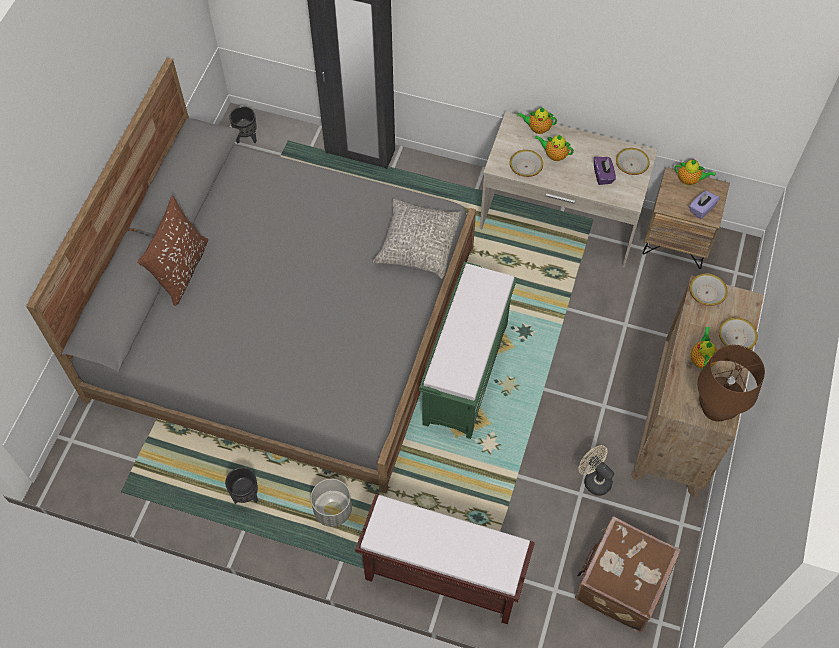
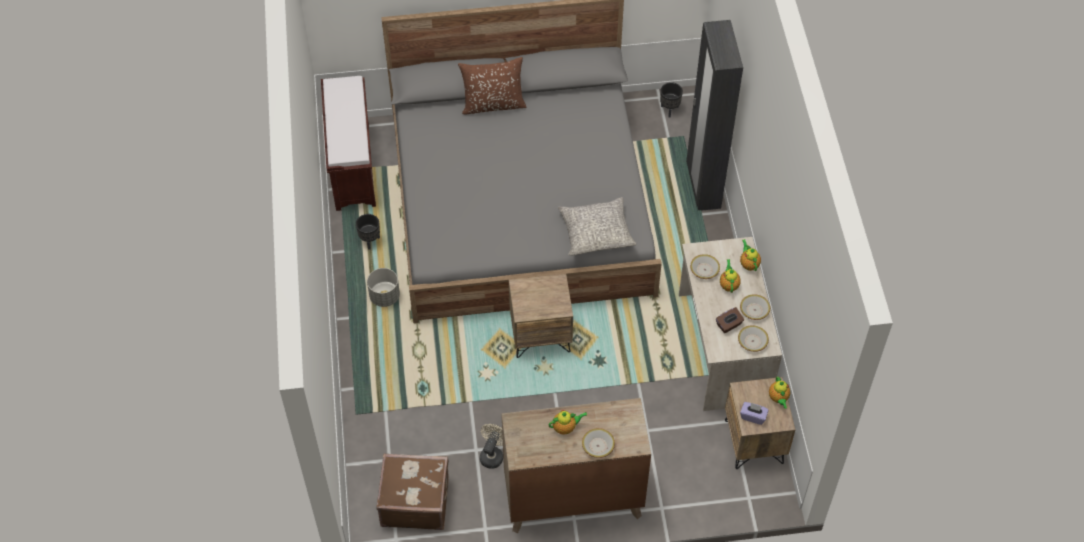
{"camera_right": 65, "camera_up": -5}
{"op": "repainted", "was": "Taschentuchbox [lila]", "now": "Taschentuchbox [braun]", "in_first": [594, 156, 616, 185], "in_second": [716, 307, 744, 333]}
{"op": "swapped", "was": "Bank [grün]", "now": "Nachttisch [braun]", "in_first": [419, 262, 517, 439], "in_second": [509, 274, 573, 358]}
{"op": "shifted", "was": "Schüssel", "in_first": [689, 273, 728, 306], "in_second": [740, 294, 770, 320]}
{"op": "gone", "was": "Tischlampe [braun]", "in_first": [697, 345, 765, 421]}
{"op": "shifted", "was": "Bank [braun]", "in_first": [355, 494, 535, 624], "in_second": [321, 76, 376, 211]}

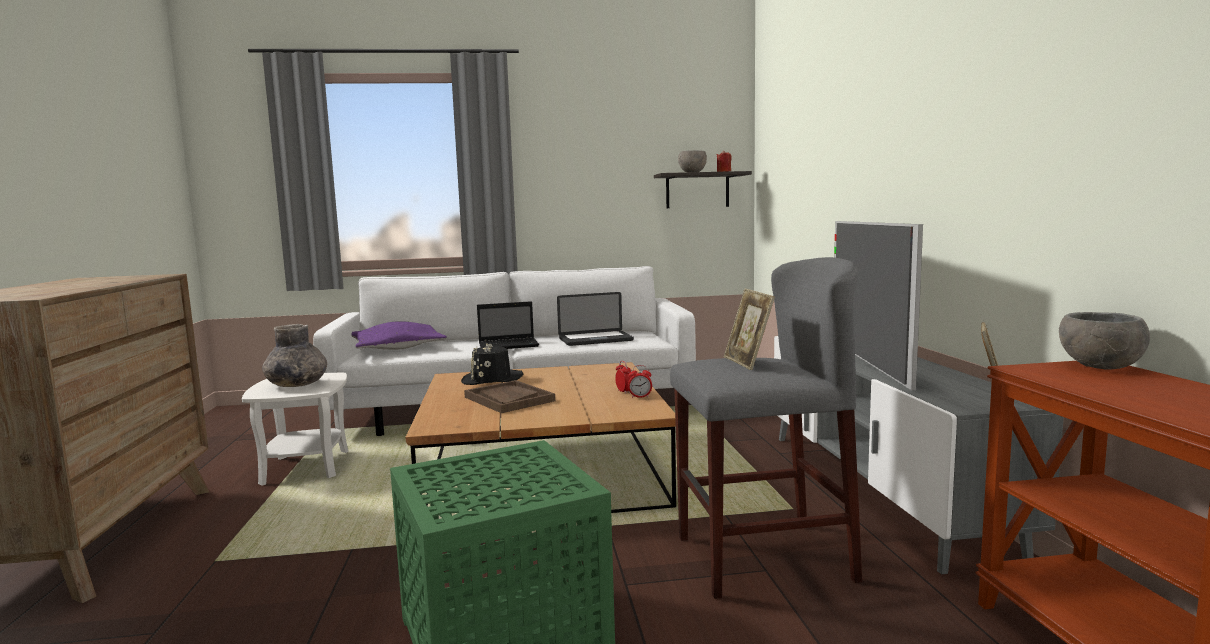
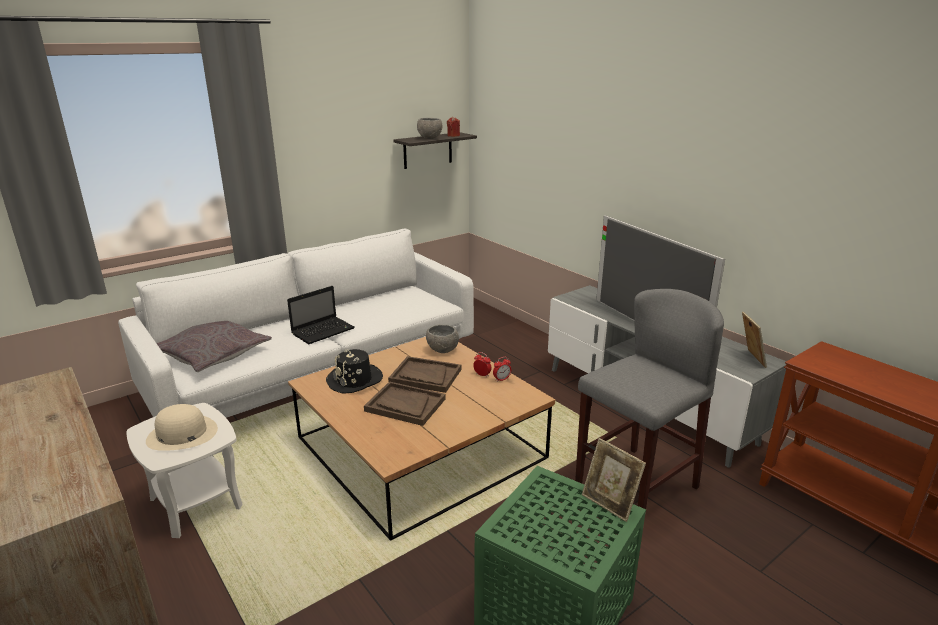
{"camera_right": -30, "camera_up": 15}
{"op": "shifted", "was": "Bilderrahmen", "in_first": [724, 289, 775, 370], "in_second": [582, 438, 646, 522]}
{"op": "gone", "was": "Laptop", "in_first": [557, 292, 634, 346]}
{"op": "shifted", "was": "Schüssel [grau]", "in_first": [1059, 312, 1150, 369], "in_second": [426, 325, 459, 353]}
{"op": "repainted", "was": "Kissen [lila]", "now": "Kissen [grau]", "in_first": [351, 321, 447, 350], "in_second": [157, 321, 272, 372]}
{"op": "swapped", "was": "Vase [grau]", "now": "Hut [beige]", "in_first": [262, 324, 327, 387], "in_second": [146, 404, 218, 451]}
{"op": "new", "now": "Tablett [braun]", "in_second": [388, 356, 461, 393]}

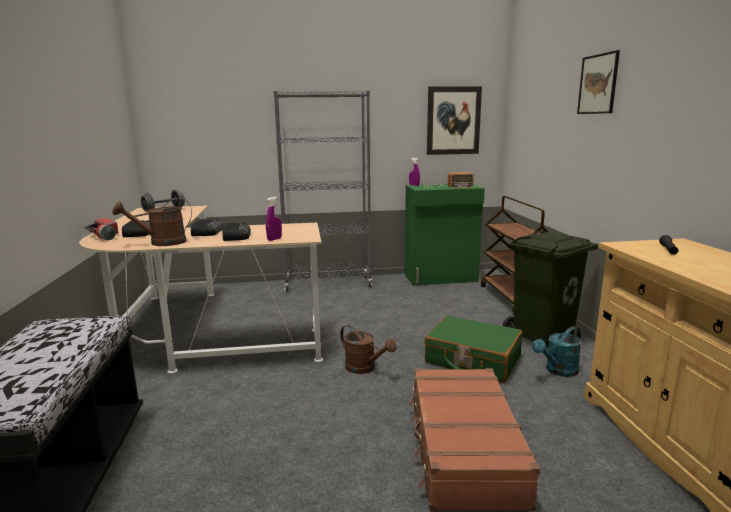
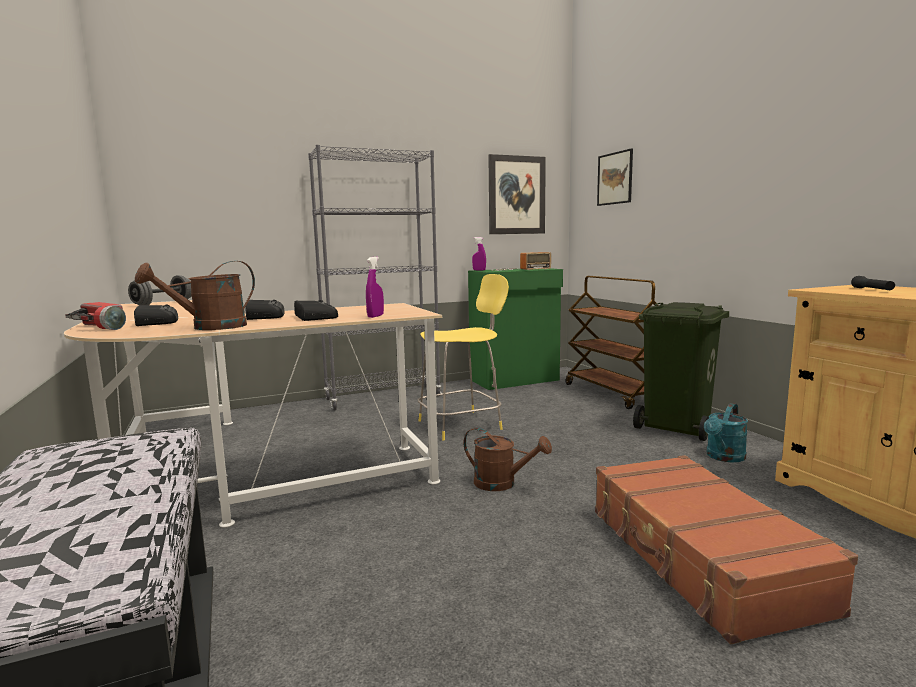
{"camera_right": -15, "camera_up": -5}
{"op": "shifted", "was": "Bild", "in_first": [577, 50, 620, 114], "in_second": [597, 148, 633, 206]}
{"op": "gone", "was": "Koffer [grün]", "in_first": [424, 315, 523, 383]}
{"op": "new", "now": "Hocker [gelb]", "in_second": [418, 274, 509, 441]}

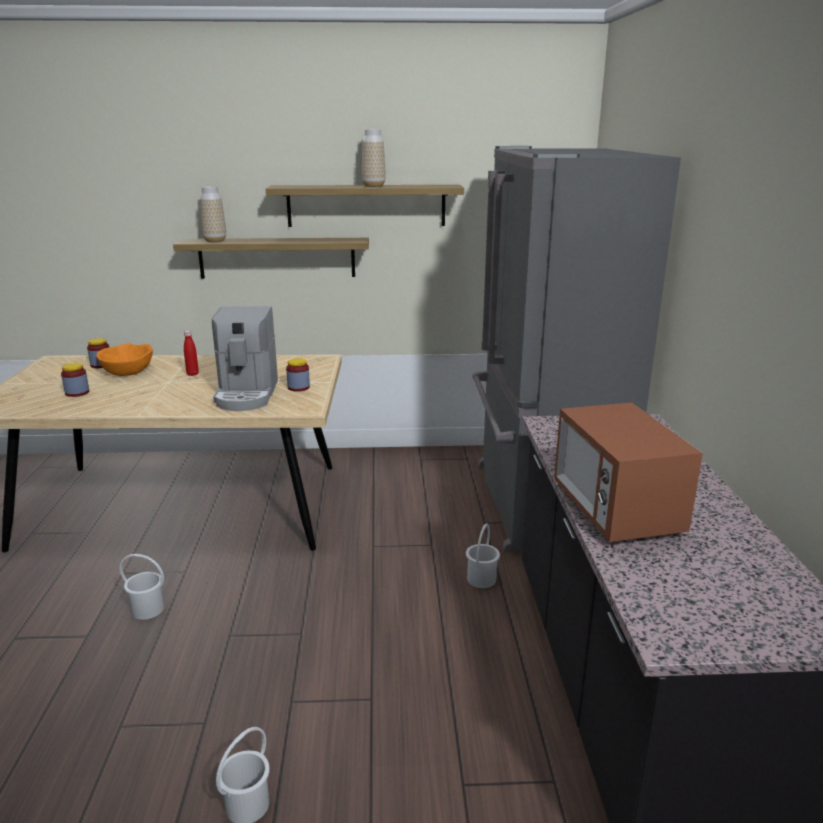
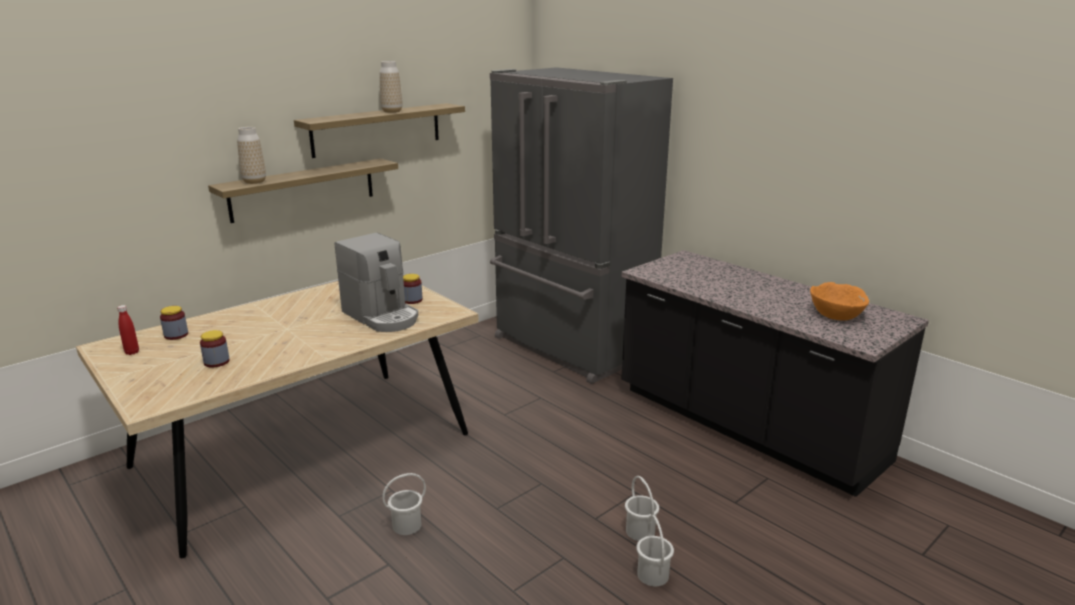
{"camera_right": -40, "camera_up": 0}
{"op": "shifted", "was": "Flasche [rot]", "in_first": [184, 331, 199, 376], "in_second": [117, 305, 139, 355]}
{"op": "shifted", "was": "Schüssel [orange]", "in_first": [97, 343, 153, 376], "in_second": [810, 282, 869, 320]}
{"op": "gone", "was": "Mikrowelle", "in_first": [554, 402, 703, 542]}
{"op": "shifted", "was": "Eimer [weiß]", "in_first": [466, 523, 500, 588], "in_second": [625, 476, 659, 541]}

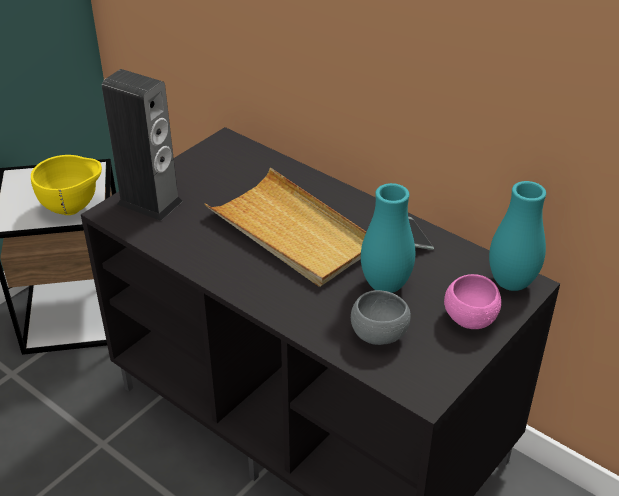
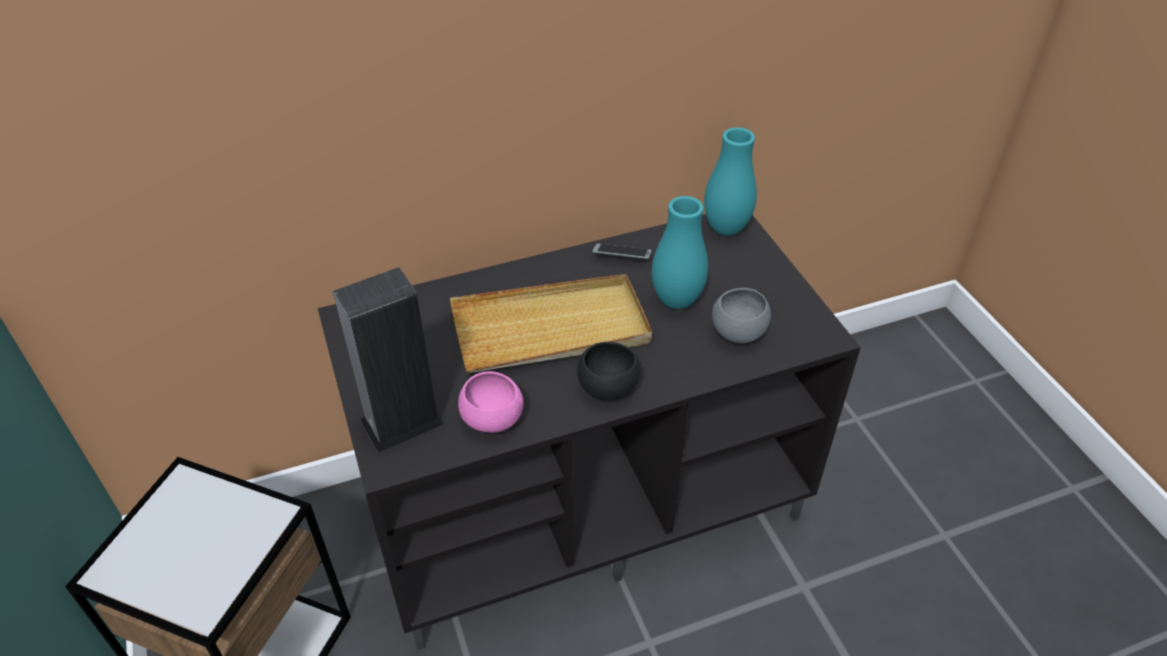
{"camera_right": -60, "camera_up": 5}
{"op": "gone", "was": "Schüssel [gelb]", "in_first": [31, 155, 102, 215]}
{"op": "shifted", "was": "Schüssel [rosa]", "in_first": [444, 274, 501, 329], "in_second": [458, 371, 523, 433]}
{"op": "new", "now": "Schüssel [schwarz]", "in_second": [577, 342, 641, 400]}

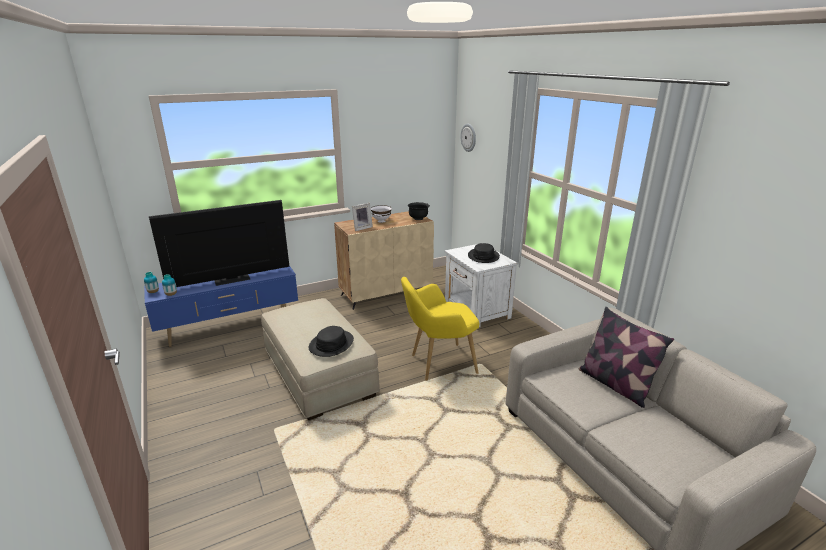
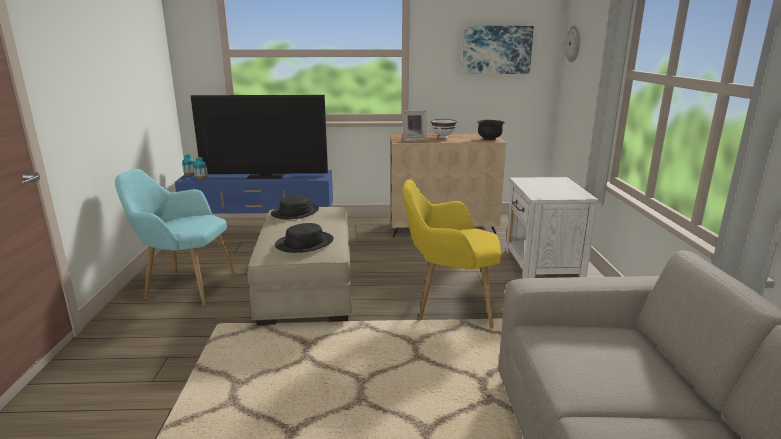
{"camera_right": 25, "camera_up": -5}
{"op": "shifted", "was": "Hut [schwarz]", "in_first": [468, 243, 500, 263], "in_second": [271, 195, 319, 220]}
{"op": "gone", "was": "Kissen", "in_first": [579, 307, 674, 408]}
{"op": "new", "now": "Bild", "in_second": [462, 26, 534, 74]}
{"op": "new", "now": "Sessel [türkis]", "in_second": [115, 169, 236, 307]}

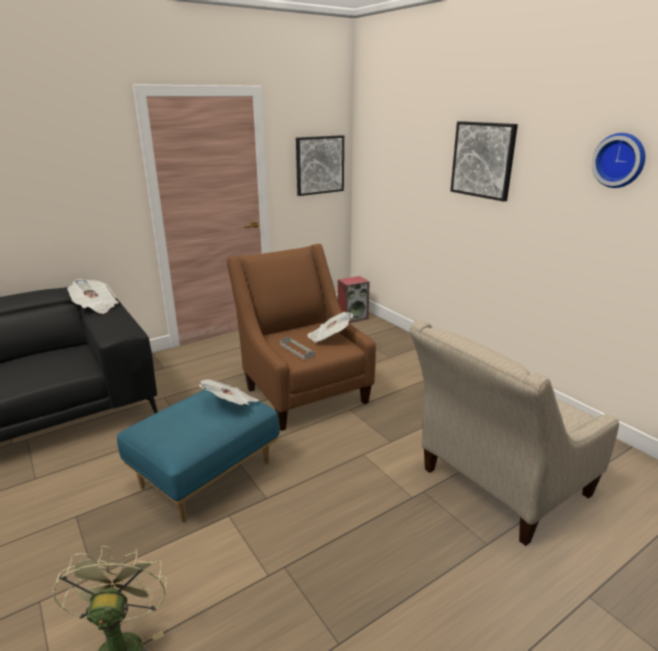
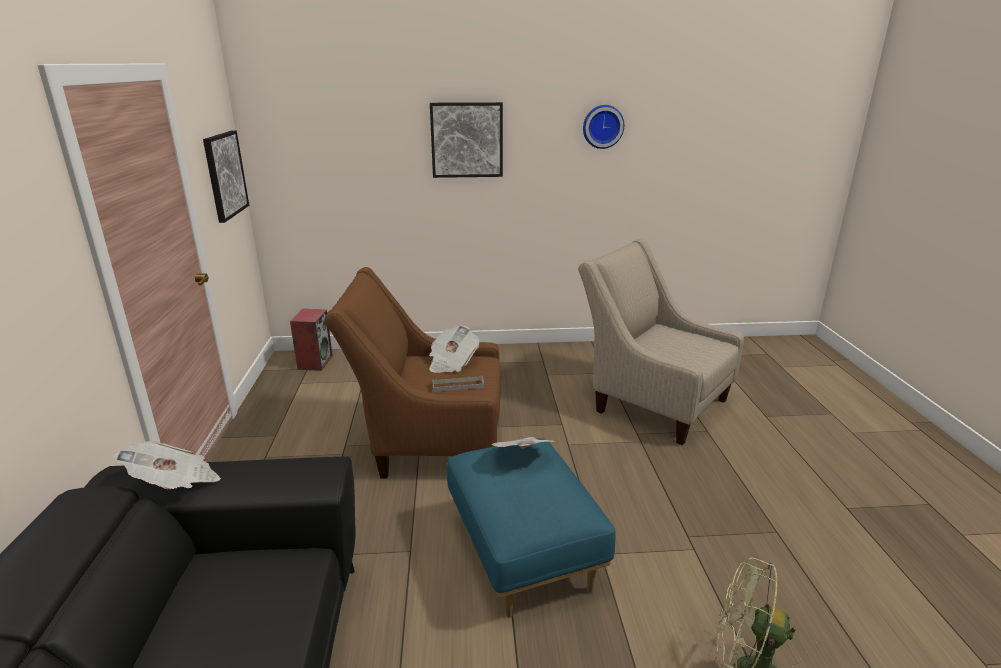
{"camera_right": -60, "camera_up": 0}
{"op": "rotated", "was": "Sessel [beige]", "in_first": [409, 320, 619, 546], "in_second": [578, 239, 744, 445], "clockwise": 135}

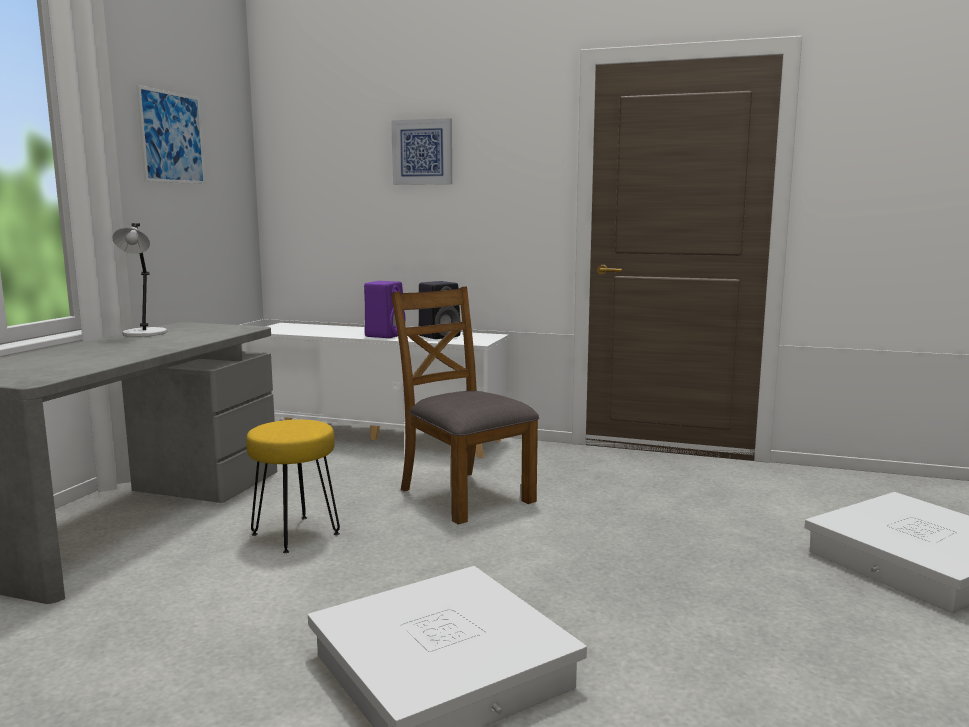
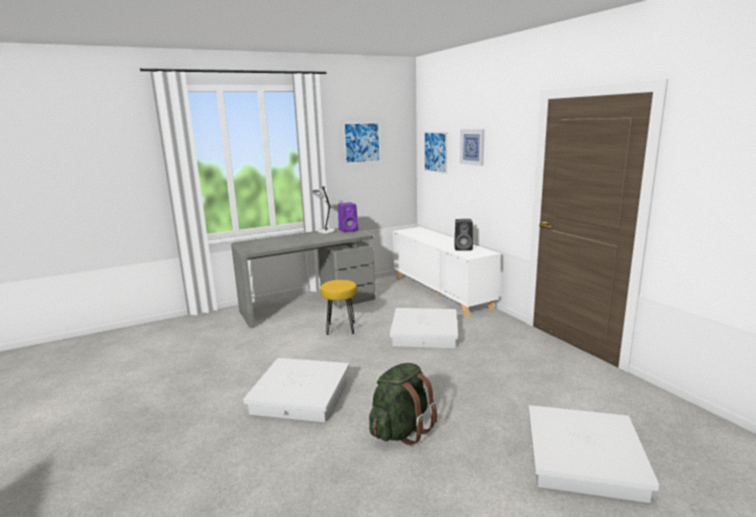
{"camera_right": 45, "camera_up": 5}
{"op": "shifted", "was": "Lautsprecher [lila]", "in_first": [364, 281, 405, 338], "in_second": [338, 202, 358, 232]}
{"op": "swapped", "was": "Stuhl [braun]", "now": "Aufbewahrungsbox [weiß]", "in_first": [391, 286, 539, 525], "in_second": [390, 308, 458, 348]}
{"op": "new", "now": "Bild", "in_second": [424, 132, 447, 174]}
{"op": "new", "now": "Rucksack [grün]", "in_second": [369, 363, 437, 446]}

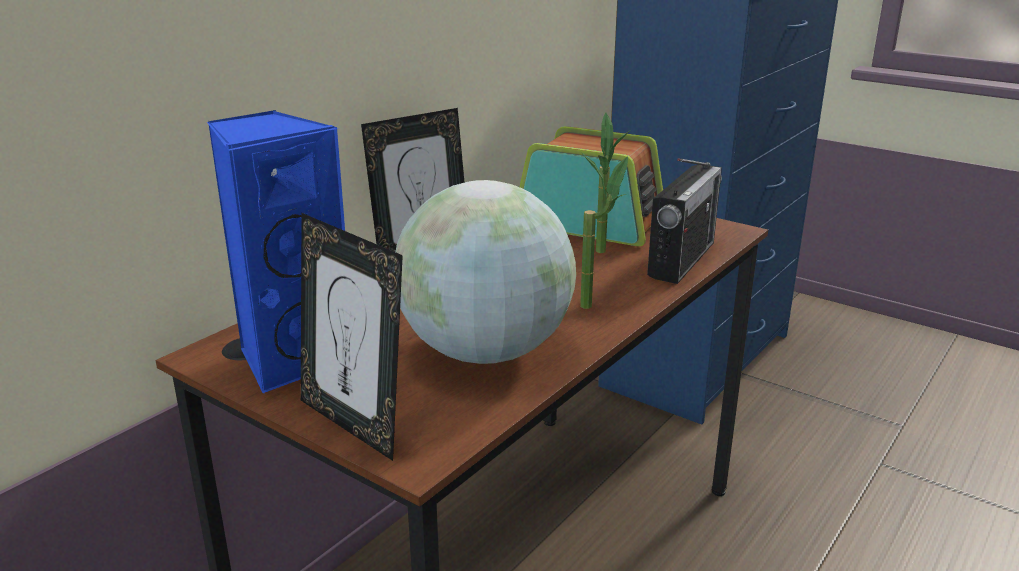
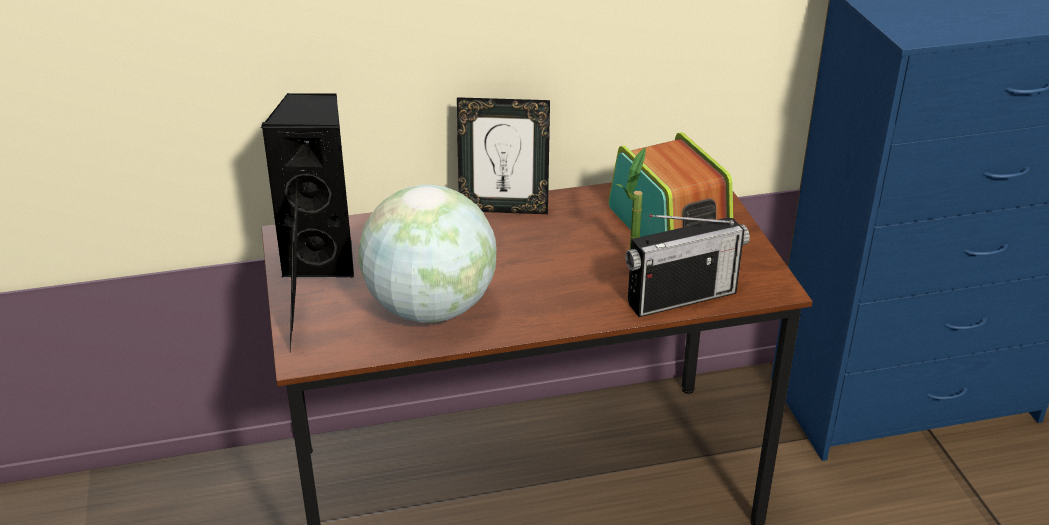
{"camera_right": 40, "camera_up": 10}
{"op": "repainted", "was": "Lautsprecher [blau]", "now": "Lautsprecher [schwarz]", "in_first": [207, 110, 345, 394], "in_second": [260, 93, 354, 278]}
{"op": "gone", "was": "Topfpflanze", "in_first": [580, 152, 628, 309]}

